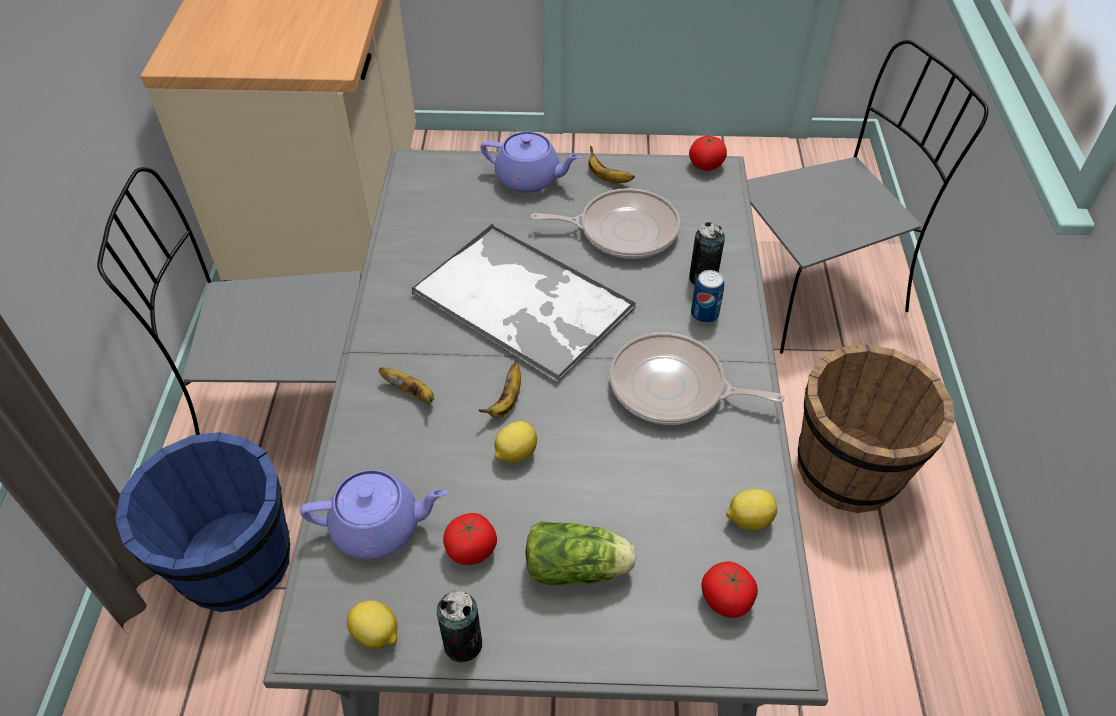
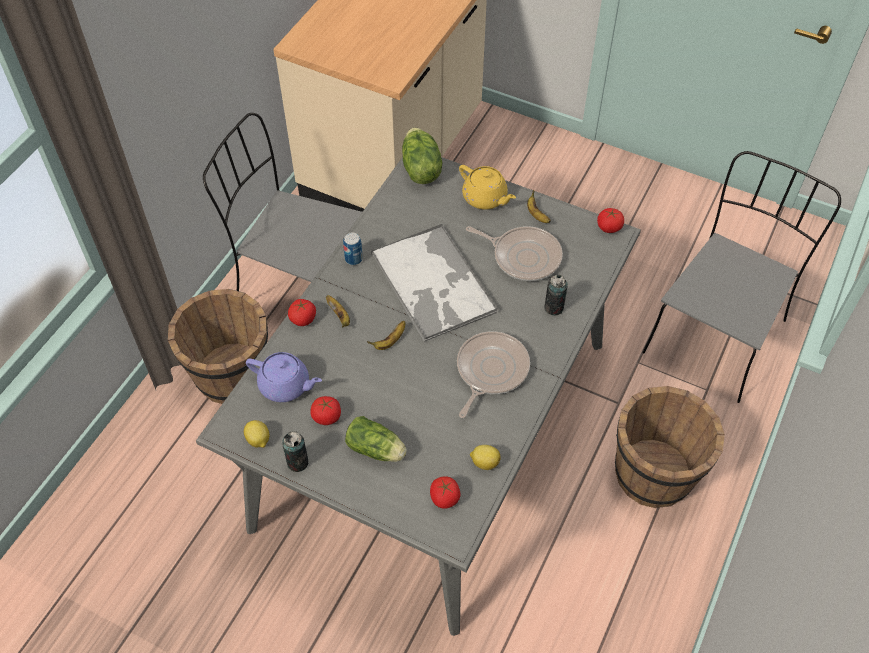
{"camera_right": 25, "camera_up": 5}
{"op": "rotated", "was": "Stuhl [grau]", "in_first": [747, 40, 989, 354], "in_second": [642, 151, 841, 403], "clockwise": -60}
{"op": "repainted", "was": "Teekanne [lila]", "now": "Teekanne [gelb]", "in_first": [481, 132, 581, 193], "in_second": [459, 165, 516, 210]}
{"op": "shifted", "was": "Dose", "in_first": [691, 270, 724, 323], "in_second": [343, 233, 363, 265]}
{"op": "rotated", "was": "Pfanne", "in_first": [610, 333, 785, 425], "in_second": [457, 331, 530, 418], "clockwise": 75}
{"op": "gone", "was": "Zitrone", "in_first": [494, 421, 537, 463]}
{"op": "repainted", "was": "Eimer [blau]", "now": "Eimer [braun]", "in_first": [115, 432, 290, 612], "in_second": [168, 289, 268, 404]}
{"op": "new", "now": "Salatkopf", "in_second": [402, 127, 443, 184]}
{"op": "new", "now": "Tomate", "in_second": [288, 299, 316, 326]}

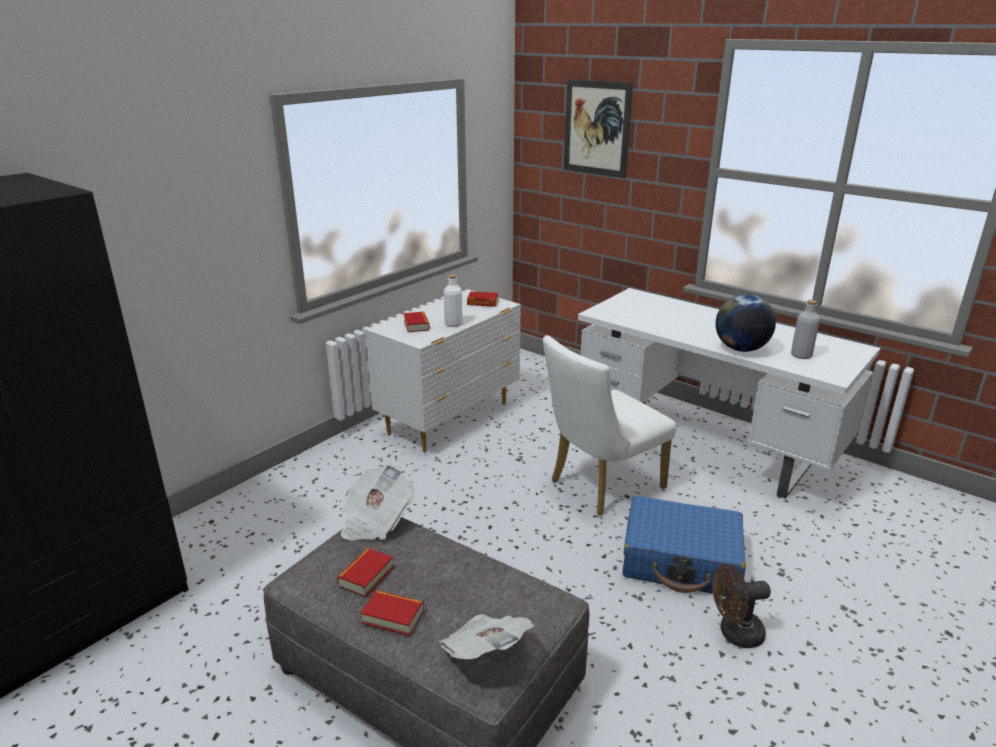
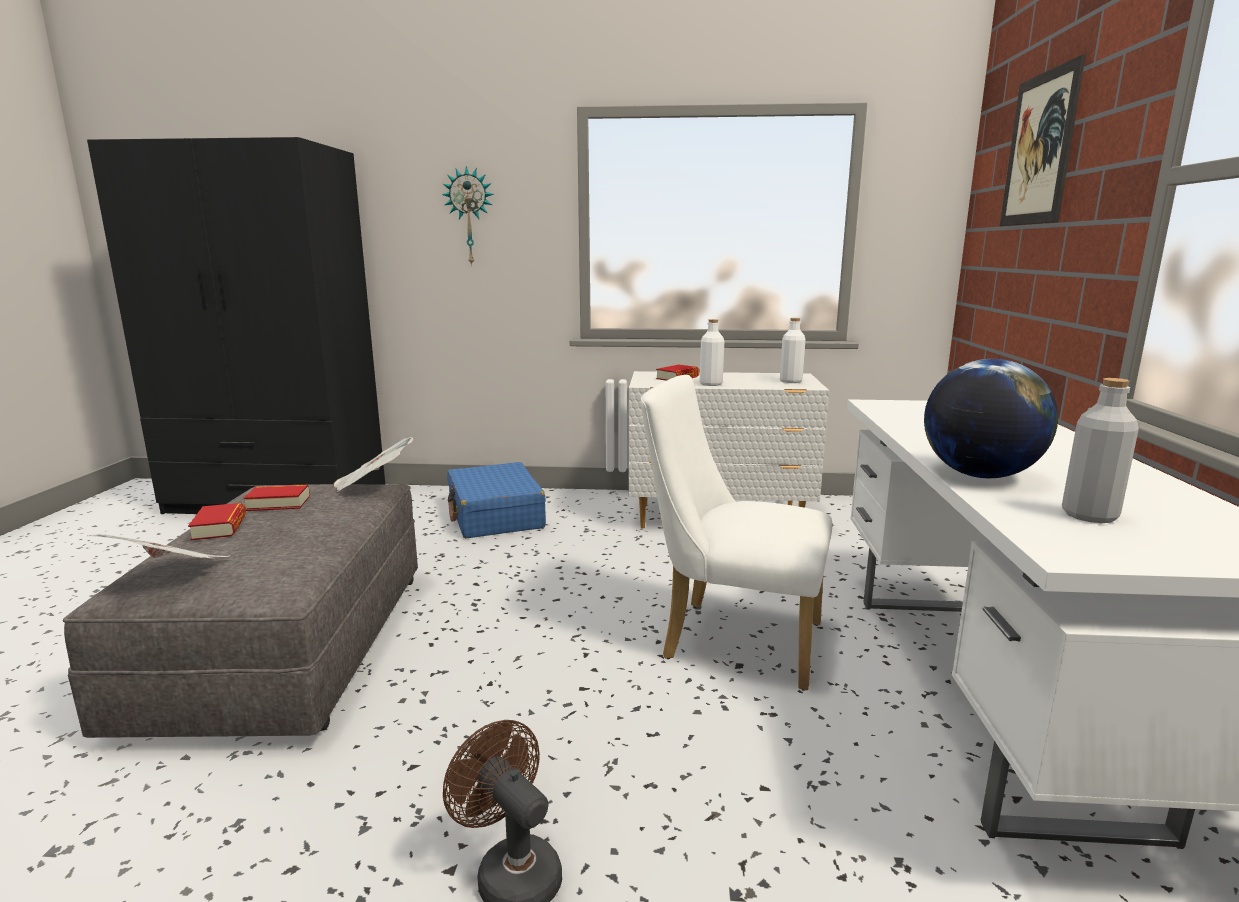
{"camera_right": 55, "camera_up": -10}
{"op": "swapped", "was": "Buch", "now": "Flasche [weiß]", "in_first": [467, 292, 499, 307], "in_second": [780, 318, 806, 383]}
{"op": "shifted", "was": "Koffer [blau]", "in_first": [622, 496, 746, 596], "in_second": [447, 462, 546, 538]}
{"op": "new", "now": "Wanduhr", "in_second": [442, 166, 494, 266]}

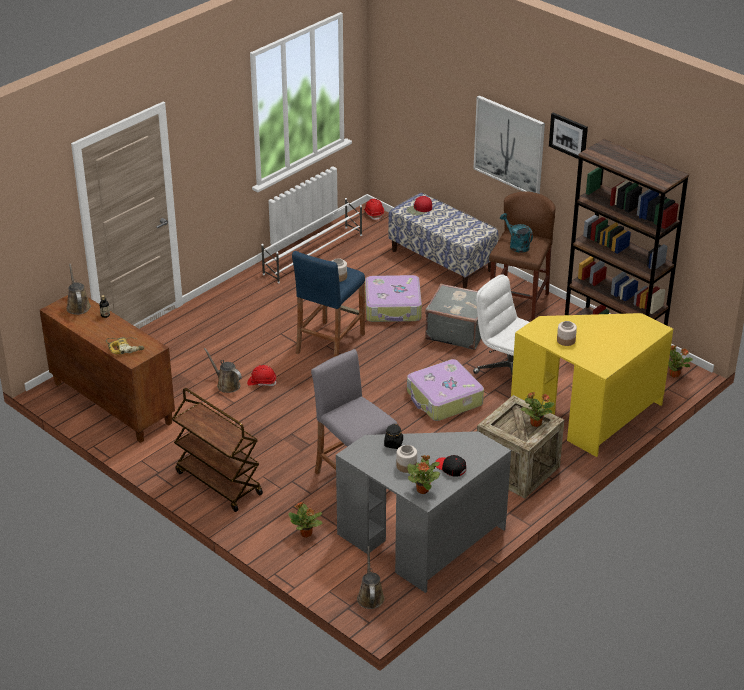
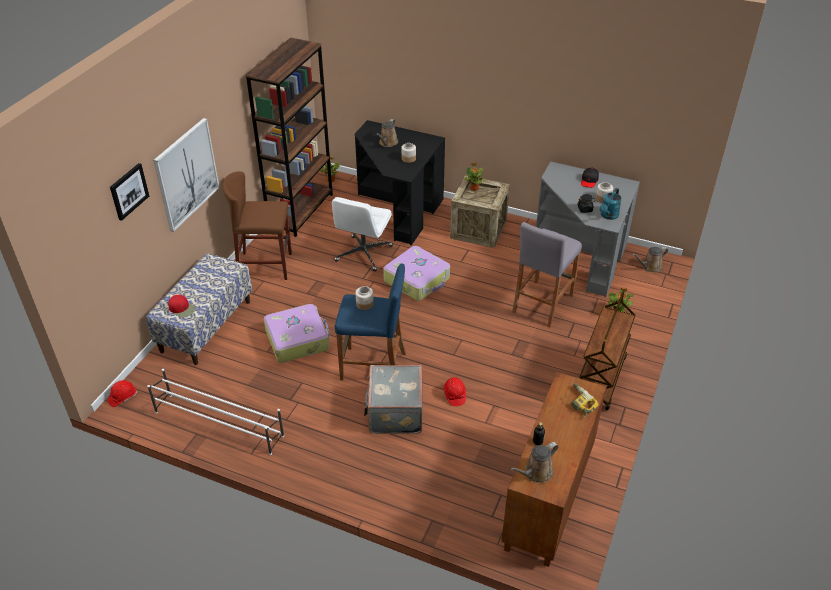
{"camera_right": -110, "camera_up": 5}
{"op": "shifted", "was": "Bild", "in_first": [549, 113, 588, 159], "in_second": [110, 163, 149, 221]}
{"op": "shifted", "was": "Gießkanne [türkis]", "in_first": [500, 213, 533, 253], "in_second": [599, 188, 622, 220]}
{"op": "shifted", "was": "Koffer [grau]", "in_first": [425, 283, 481, 350], "in_second": [364, 365, 422, 434]}
{"op": "repainted", "was": "Schreibtisch [gelb]", "now": "Schreibtisch [schwarz]", "in_first": [511, 313, 673, 457], "in_second": [355, 120, 445, 245]}
{"op": "shifted", "was": "Gießkanne [braun]", "in_first": [204, 348, 242, 393], "in_second": [376, 119, 398, 147]}
{"op": "gone", "was": "Topfpflanze", "in_first": [407, 455, 440, 494]}

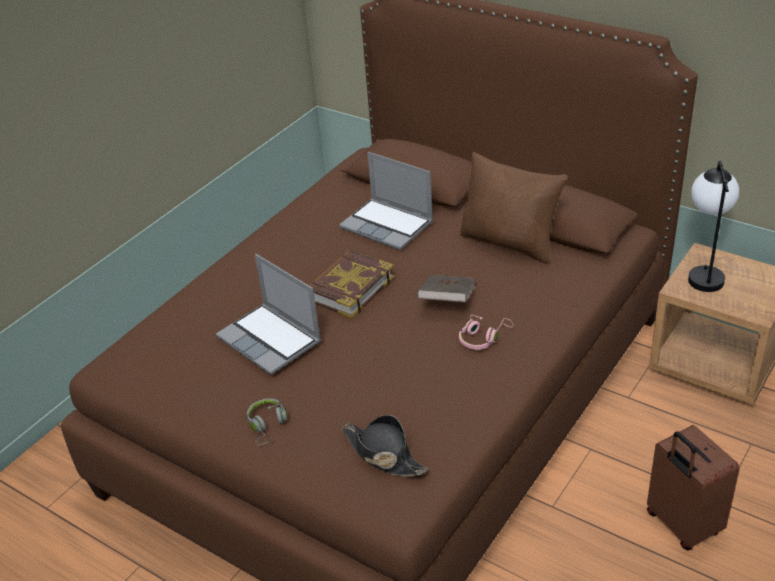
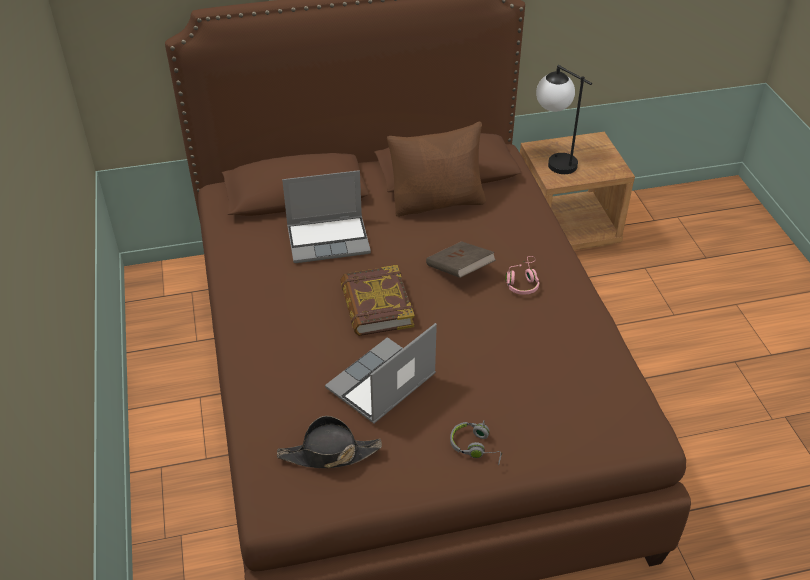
{"camera_right": -50, "camera_up": 5}
{"op": "rotated", "was": "Laptop", "in_first": [216, 254, 321, 375], "in_second": [325, 323, 437, 424], "clockwise": 135}
{"op": "shifted", "was": "Hut [schwarz]", "in_first": [342, 415, 428, 476], "in_second": [277, 416, 382, 468]}
{"op": "gone", "was": "Koffer [braun]", "in_first": [647, 425, 740, 550]}

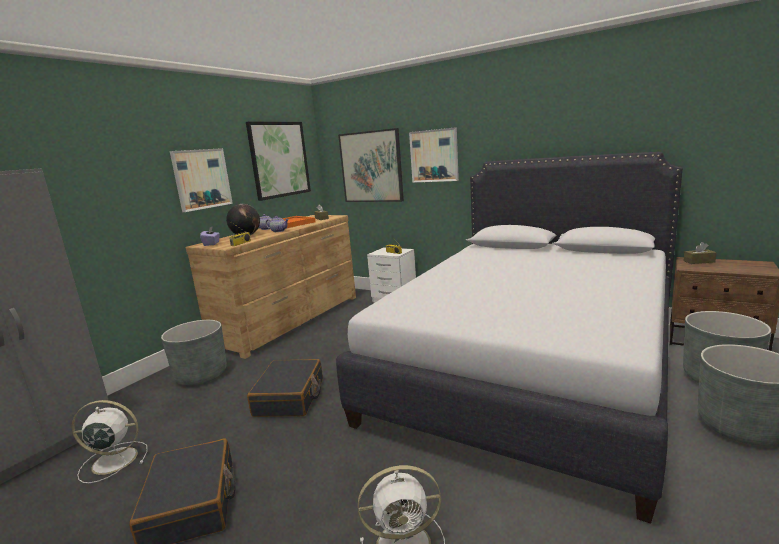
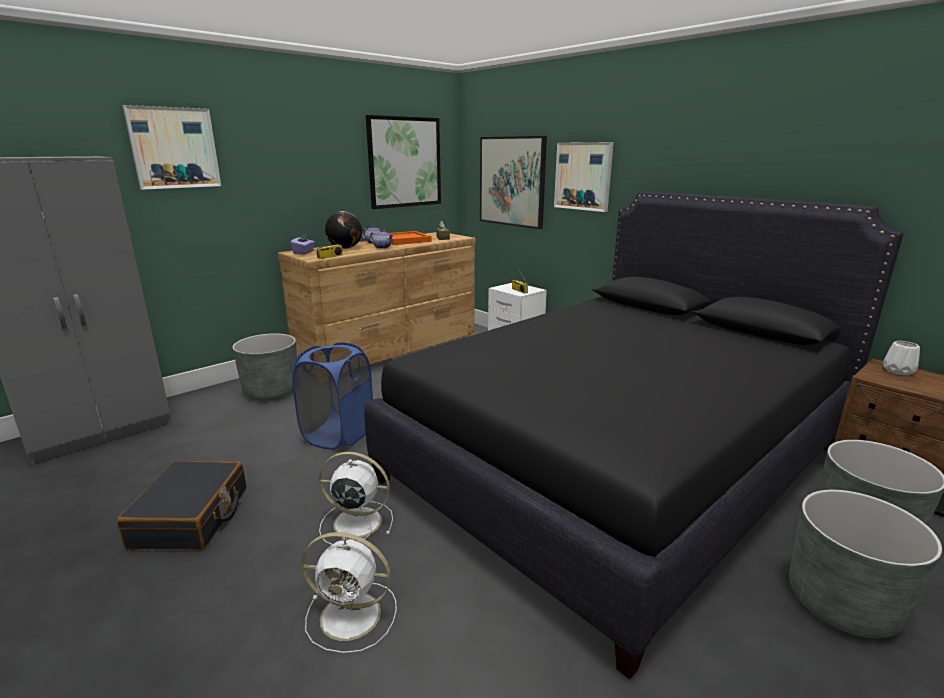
{"camera_right": 15, "camera_up": 5}
{"op": "shifted", "was": "Bild", "in_first": [170, 148, 233, 212], "in_second": [122, 105, 221, 190]}
{"op": "repainted", "was": "Bett [weiß]", "now": "Bett [schwarz]", "in_first": [336, 152, 683, 524], "in_second": [364, 191, 903, 680]}
{"op": "swapped", "was": "Taschentuchbox [braun]", "now": "Vase [weiß]", "in_first": [683, 242, 717, 264], "in_second": [883, 341, 920, 375]}
{"op": "swapped", "was": "Koffer [schwarz]", "now": "Wäschekorb [blau]", "in_first": [247, 359, 323, 417], "in_second": [292, 342, 373, 450]}
{"op": "shifted", "was": "Ventilator [weiß]", "in_first": [72, 400, 147, 483], "in_second": [319, 452, 393, 545]}

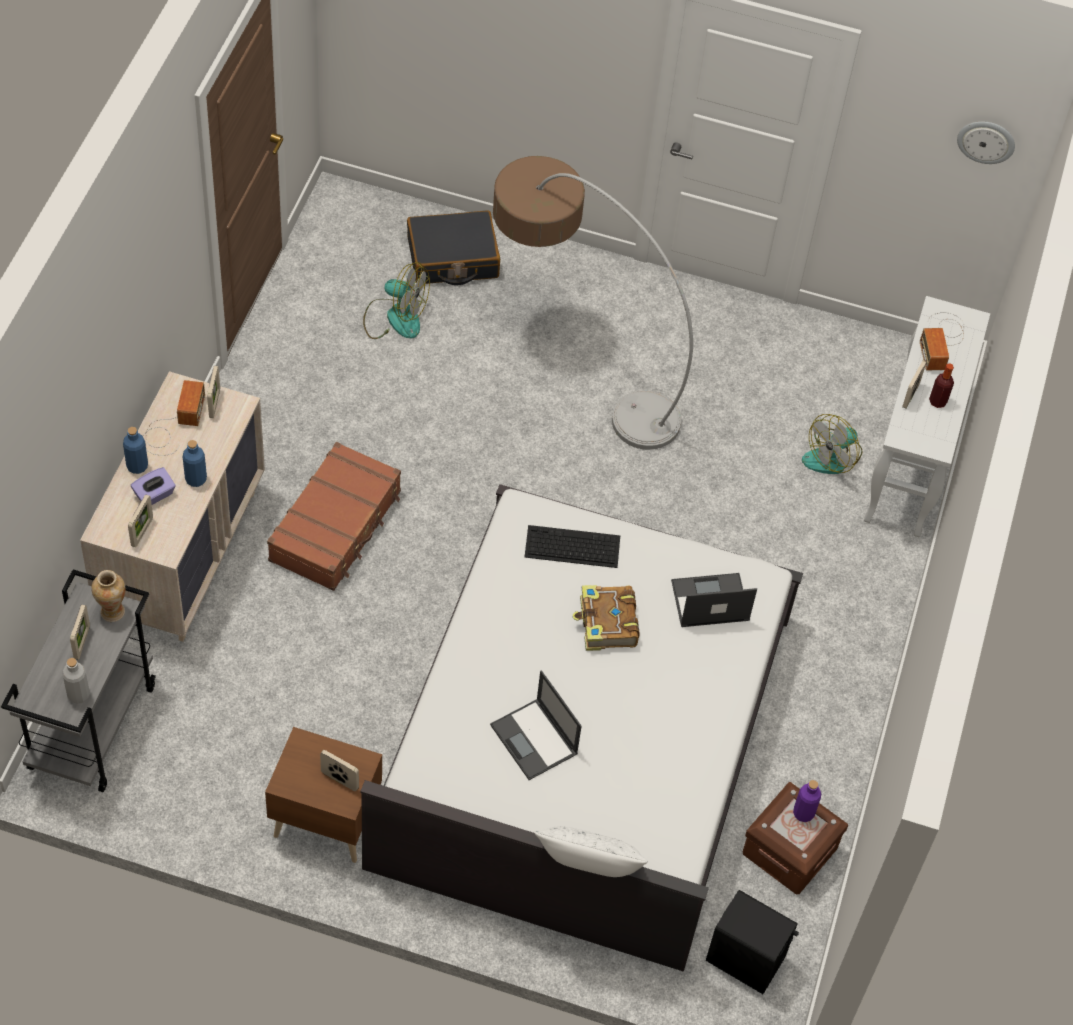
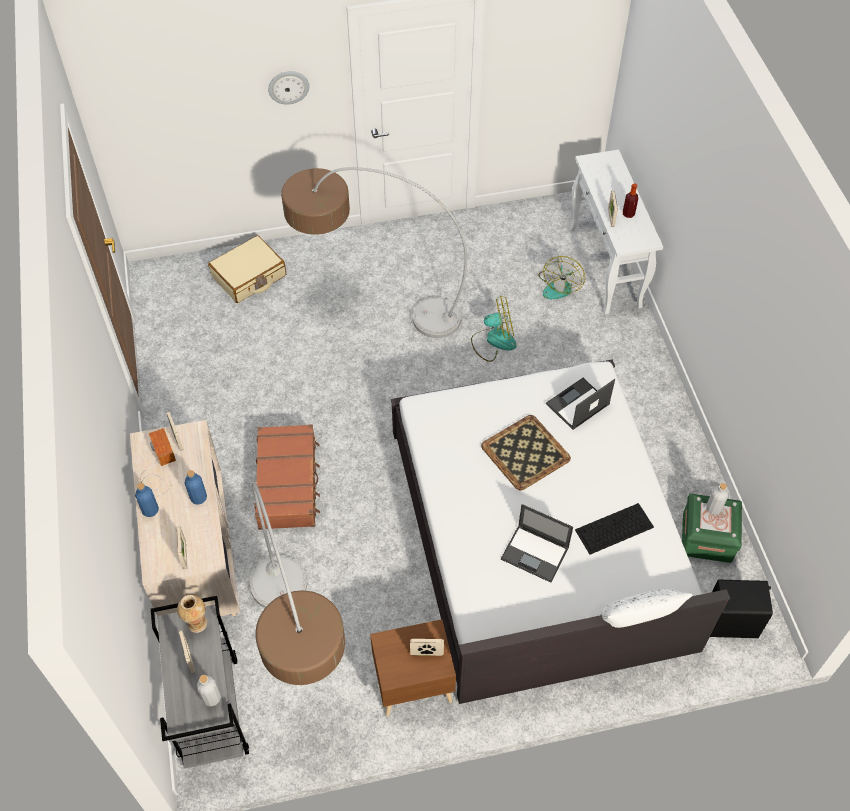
{"camera_right": -25, "camera_up": 0}
{"op": "shifted", "was": "Wanduhr", "in_first": [957, 121, 1015, 164], "in_second": [268, 71, 309, 104]}
{"op": "repainted", "was": "Koffer [schwarz]", "now": "Koffer [beige]", "in_first": [407, 210, 500, 285], "in_second": [208, 235, 286, 303]}
{"op": "shifted", "was": "Ventilator", "in_first": [363, 262, 430, 339], "in_second": [471, 296, 517, 362]}
{"op": "gone", "was": "Radio", "in_first": [920, 312, 964, 371]}
{"op": "gone", "was": "Taschentuchbox [lila]", "in_first": [131, 467, 176, 505]}
{"op": "shifted", "was": "Tastatur", "in_first": [524, 525, 620, 568], "in_second": [575, 503, 654, 555]}
{"op": "swapped", "was": "Buch", "now": "Tablett", "in_first": [572, 585, 639, 651], "in_second": [481, 415, 571, 490]}
{"op": "repainted", "was": "Flasche [lila]", "now": "Flasche [grau]", "in_first": [793, 780, 821, 822], "in_second": [706, 483, 728, 515]}
{"op": "repainted", "was": "Aufbewahrungsbox [braun]", "now": "Aufbewahrungsbox [grün]", "in_first": [743, 782, 848, 894], "in_second": [682, 494, 742, 563]}
{"op": "new", "now": "Stehlampe", "in_second": [250, 482, 345, 685]}

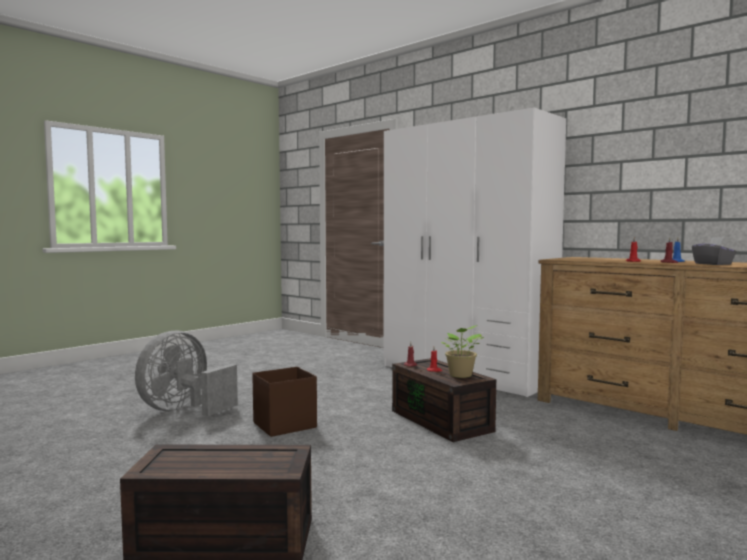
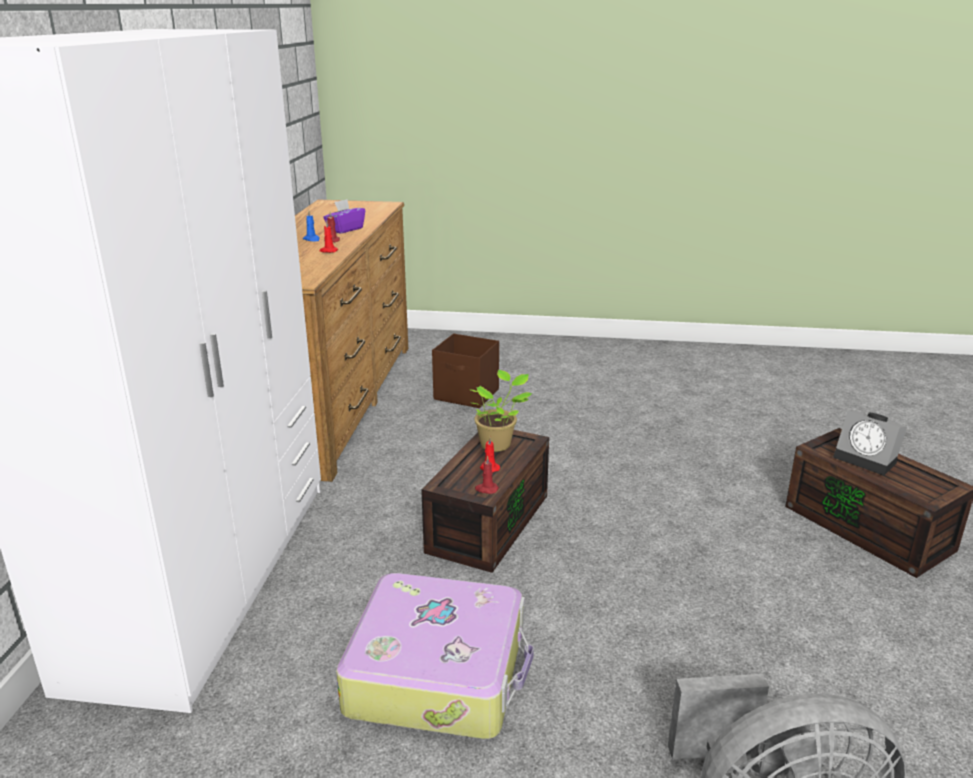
{"camera_right": -125, "camera_up": 20}
{"op": "repainted", "was": "Taschentuchbox [grau]", "now": "Taschentuchbox [lila]", "in_first": [692, 237, 737, 265], "in_second": [323, 199, 365, 234]}
{"op": "shifted", "was": "Aufbewahrungsbox [braun]", "in_first": [252, 367, 317, 437], "in_second": [432, 334, 499, 408]}
{"op": "new", "now": "Wecker", "in_second": [833, 411, 907, 476]}
{"op": "new", "now": "Koffer", "in_second": [336, 573, 534, 739]}

